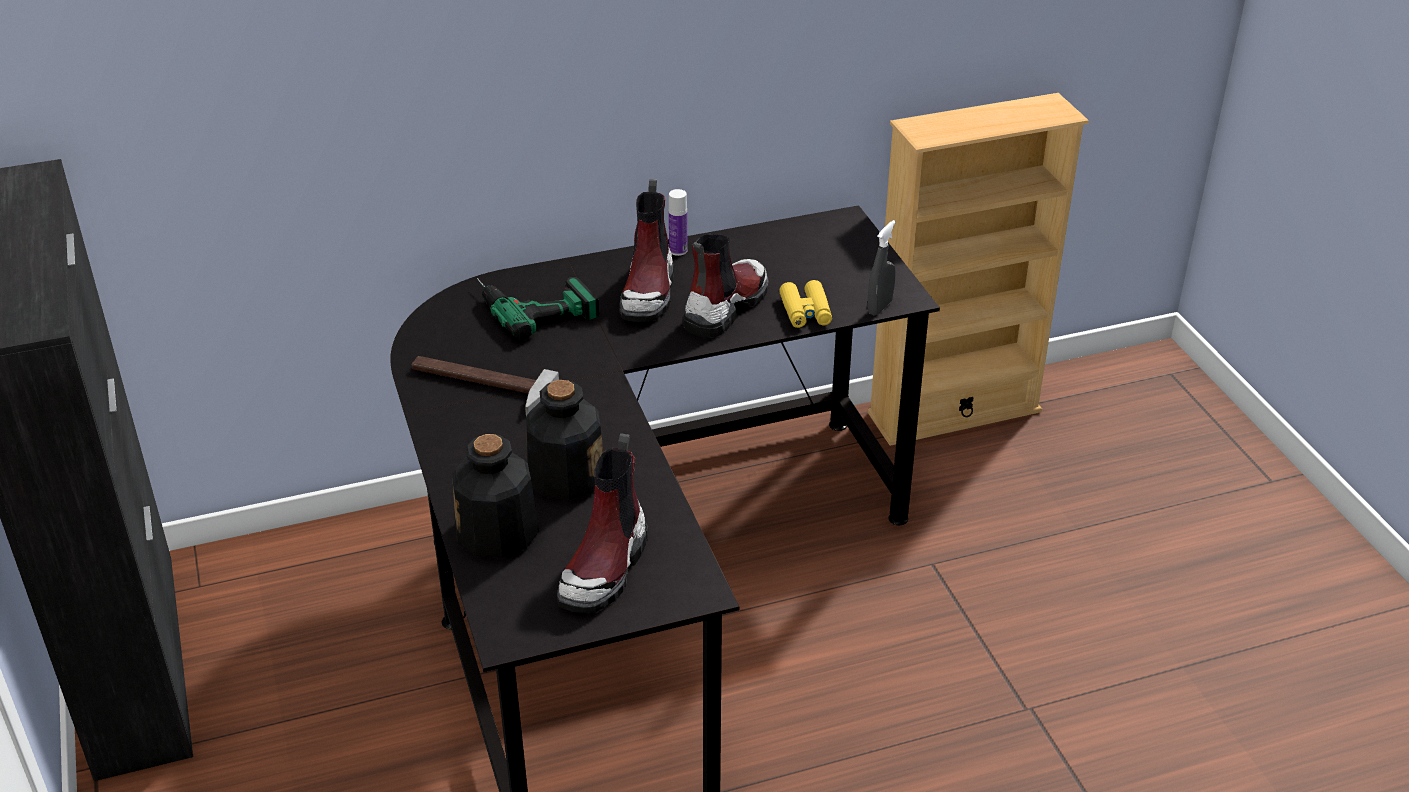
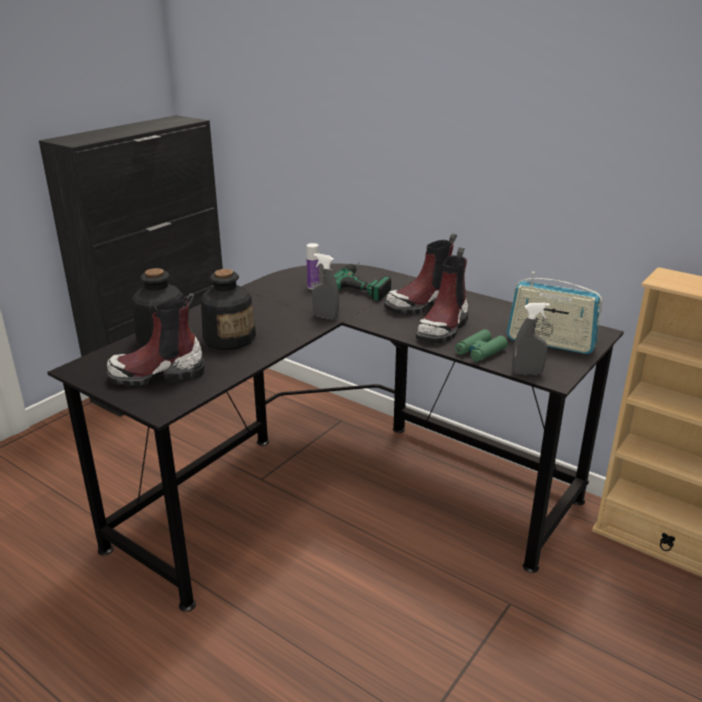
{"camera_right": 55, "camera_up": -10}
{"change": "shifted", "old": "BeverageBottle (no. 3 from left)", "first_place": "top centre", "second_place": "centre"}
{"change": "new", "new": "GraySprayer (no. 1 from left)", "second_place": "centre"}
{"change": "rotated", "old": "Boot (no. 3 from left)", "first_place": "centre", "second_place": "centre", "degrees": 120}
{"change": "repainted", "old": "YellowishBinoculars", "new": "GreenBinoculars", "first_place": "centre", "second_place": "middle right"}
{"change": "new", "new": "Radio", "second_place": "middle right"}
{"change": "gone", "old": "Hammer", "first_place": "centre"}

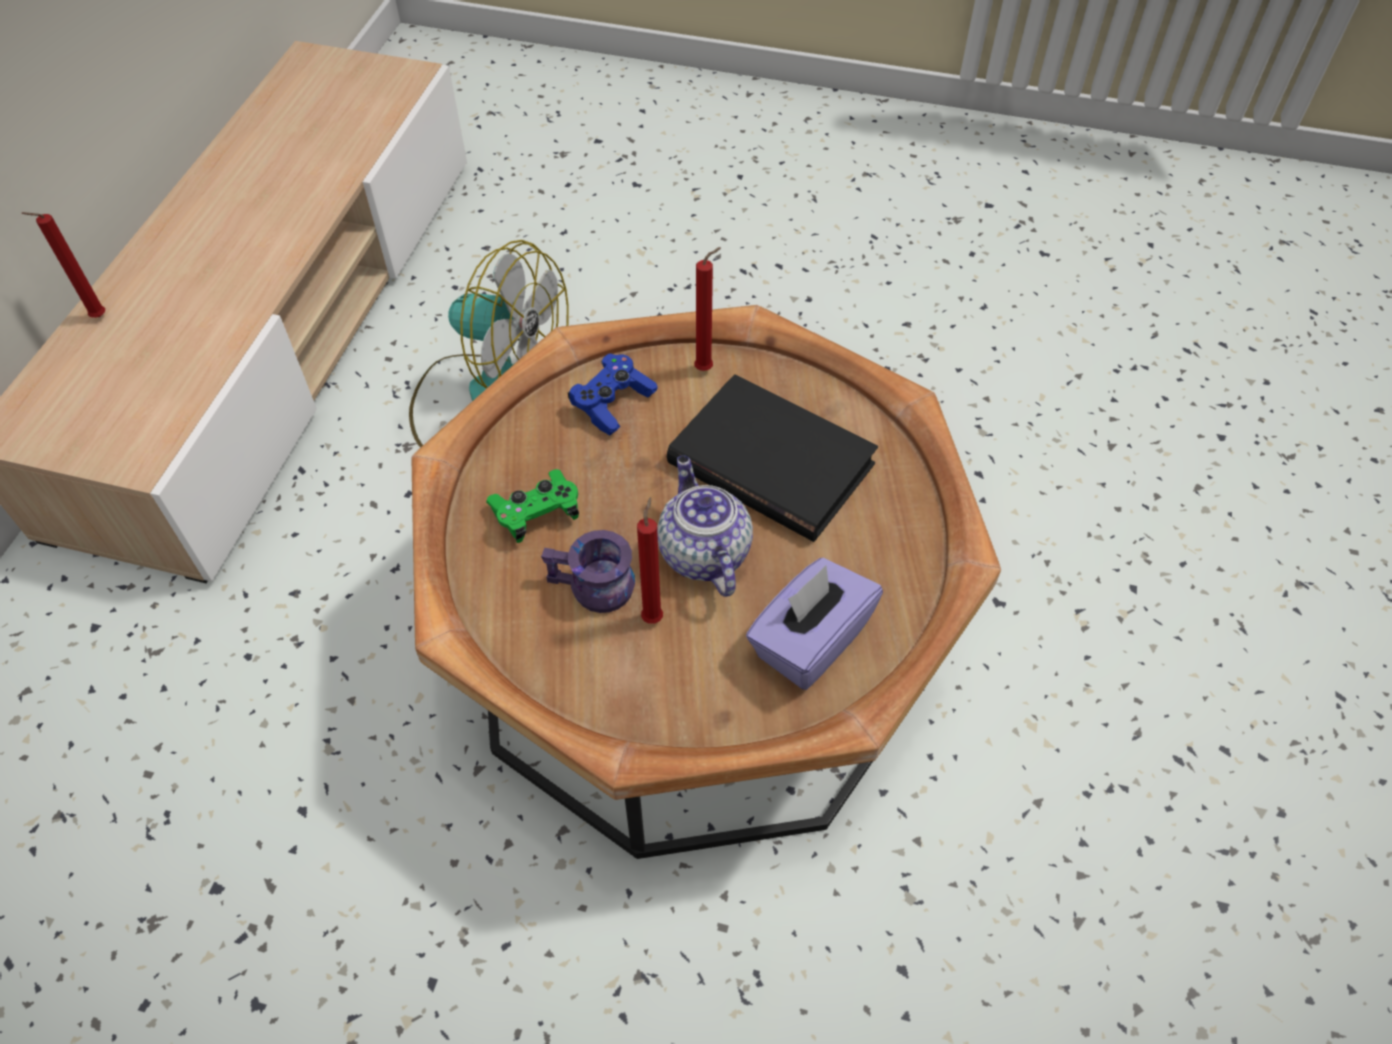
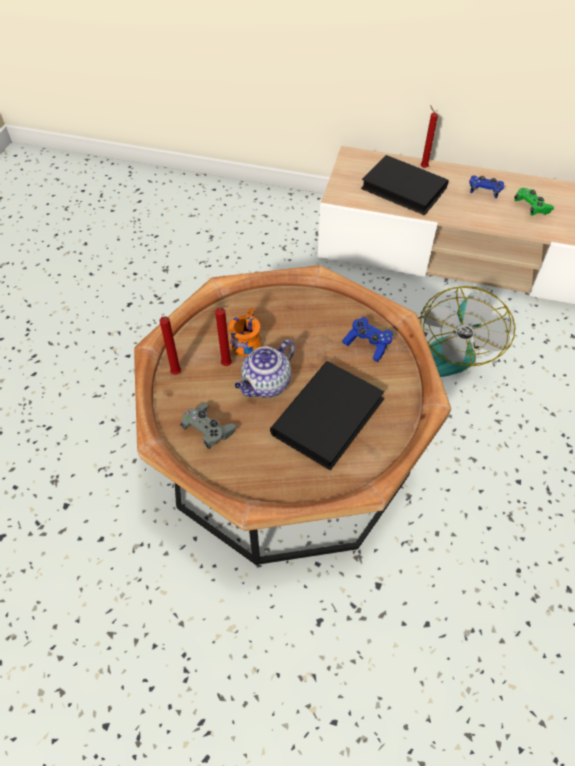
{"camera_right": 90, "camera_up": 0}
{"change": "shifted", "old": "ReddishCandle (no. 3 from left in the first image)", "new": "ReddishCandle (no. 1 from left)", "first_place": "top centre", "second_place": "middle left"}
{"change": "swapped", "old": "PurpleTissueBox", "new": "GrayGameController", "first_place": "centre", "second_place": "centre"}
{"change": "repainted", "old": "PurpleCoffeeMug", "new": "OrangeColouredCoffeeMug", "first_place": "centre", "second_place": "centre"}
{"change": "rotated", "old": "Teapot", "first_place": "centre", "second_place": "centre", "degrees": 150}
{"change": "new", "new": "BlackBook (no. 2 from left)", "second_place": "top right"}
{"change": "new", "new": "BlueGameController (no. 2 from left)", "second_place": "top right"}
{"change": "shifted", "old": "GreenGameController", "first_place": "centre", "second_place": "top right"}

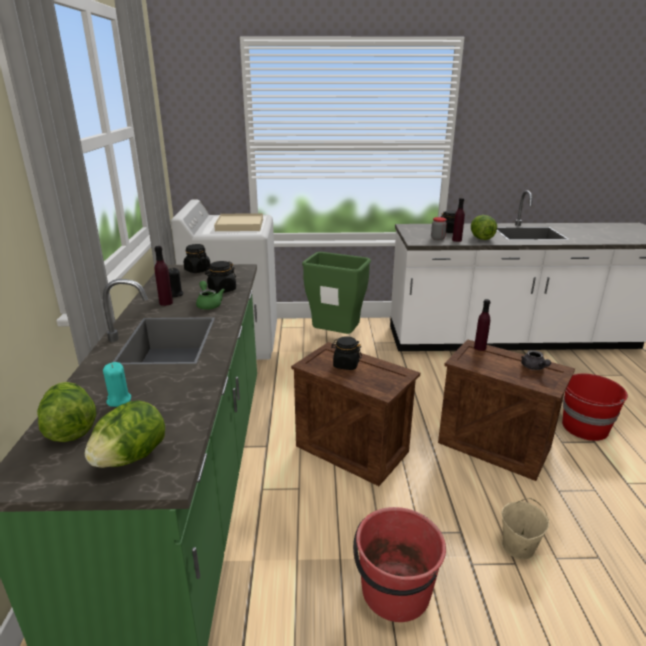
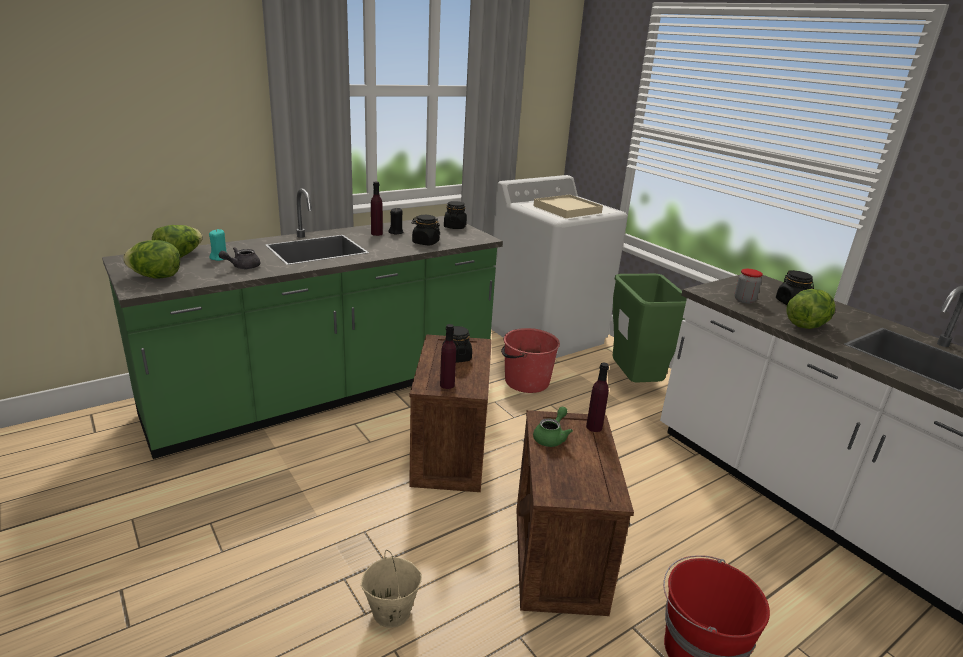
{"camera_right": 55, "camera_up": 0}
{"change": "shifted", "old": "GrayTeapot", "first_place": "middle right", "second_place": "middle left"}
{"change": "shifted", "old": "PurpleBeverageBottle (no. 2 from left)", "first_place": "middle right", "second_place": "centre"}
{"change": "shifted", "old": "ReddishWaterBucket (no. 1 from left)", "first_place": "bottom centre", "second_place": "centre"}
{"change": "shifted", "old": "GreenTeapot", "first_place": "middle left", "second_place": "centre"}

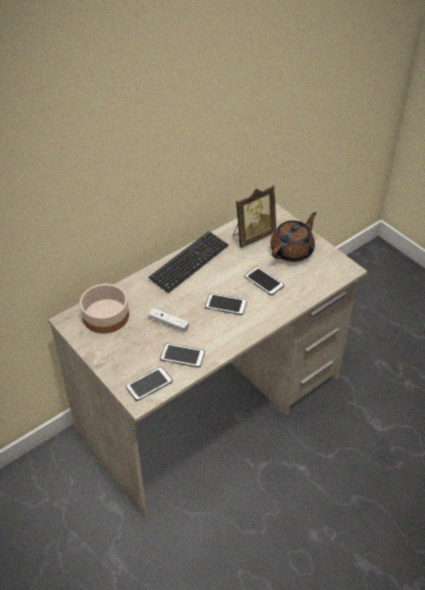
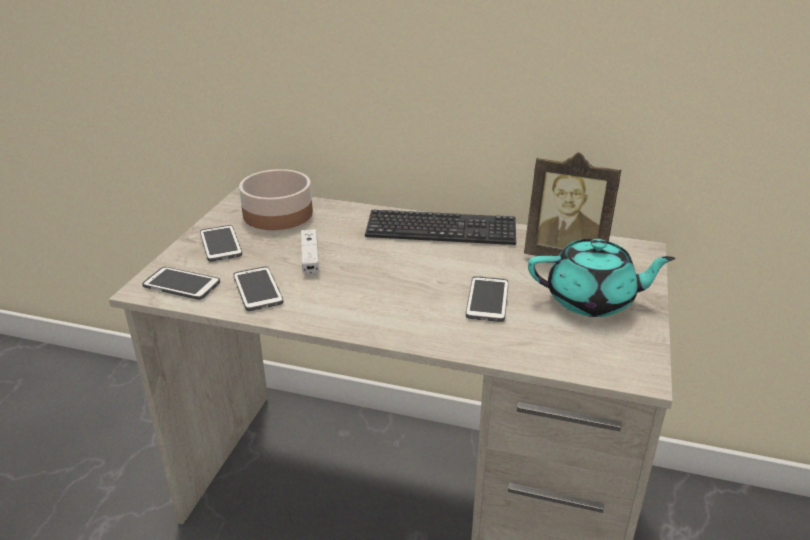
{"camera_right": 55, "camera_up": -15}
{"change": "shifted", "old": "Phone (no. 3 from left in the first image)", "new": "Phone (no. 2 from left)", "first_place": "centre", "second_place": "middle left"}
{"change": "repainted", "old": "BrownColouredTeapot", "new": "BlueGreenTeapot", "first_place": "middle right", "second_place": "middle right"}

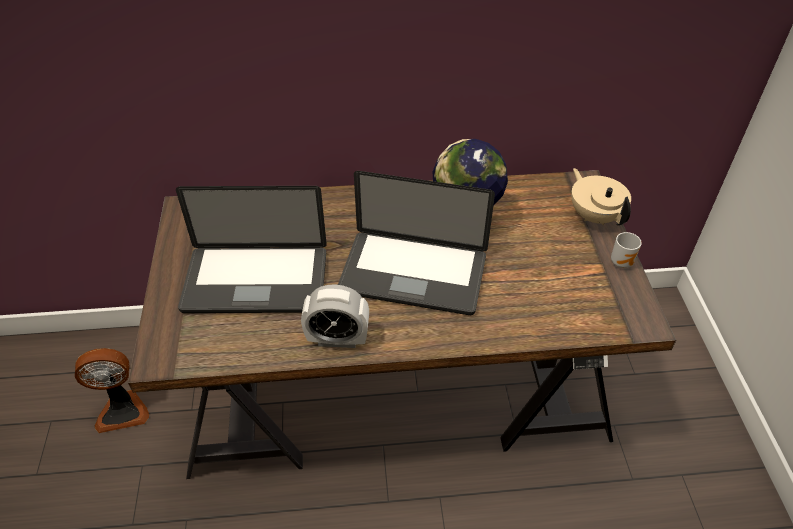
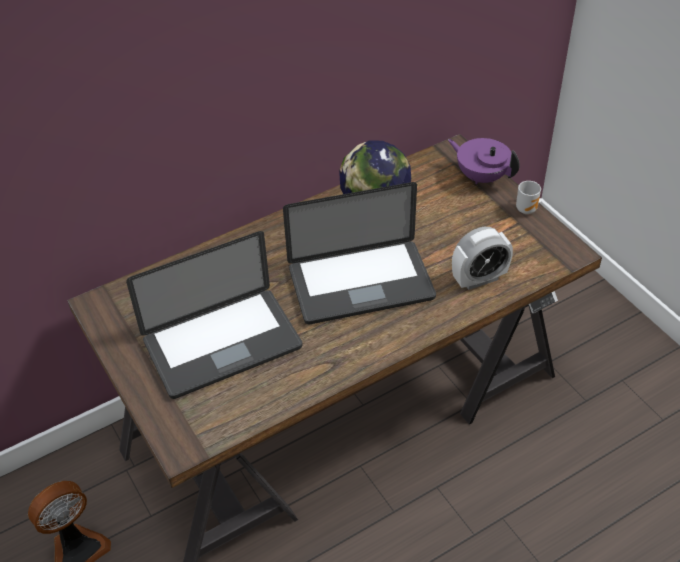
{"camera_right": -25, "camera_up": 0}
{"change": "repainted", "old": "SandColouredTeapot", "new": "PurpleTeapot", "first_place": "middle right", "second_place": "top right"}
{"change": "shifted", "old": "TableClock", "first_place": "centre", "second_place": "middle right"}

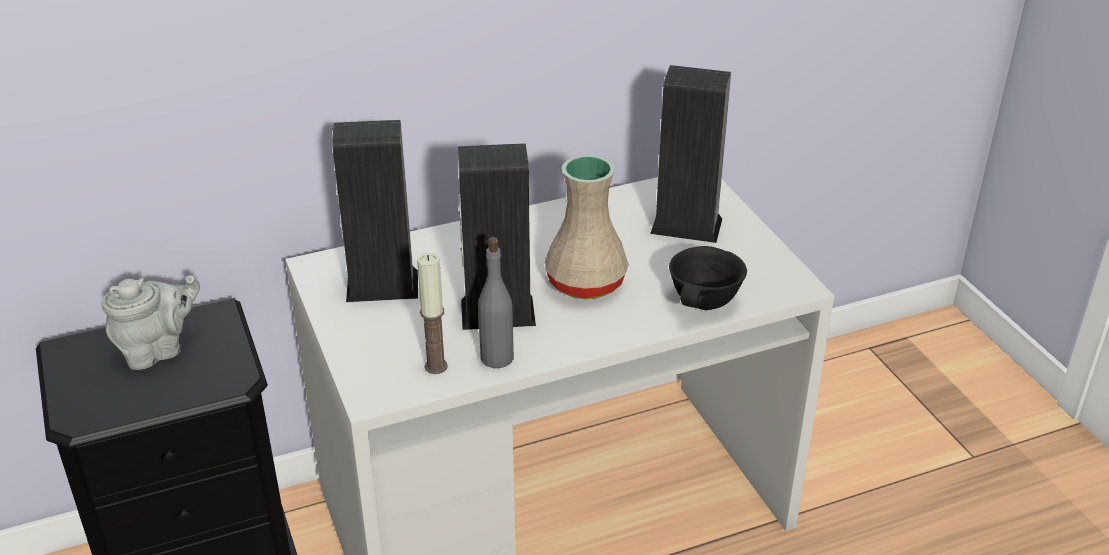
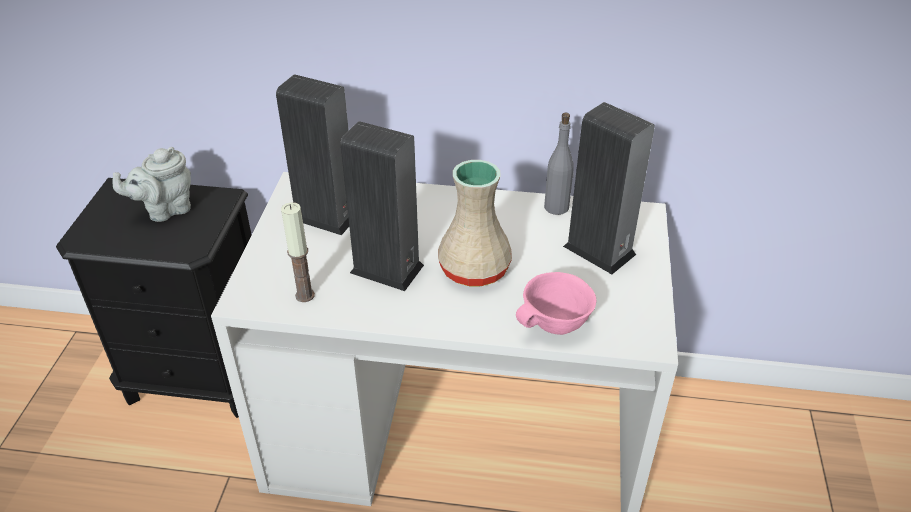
{"camera_right": 30, "camera_up": 5}
{"change": "rotated", "old": "GrayTeapot", "first_place": "middle left", "second_place": "middle left", "degrees": 150}
{"change": "repainted", "old": "BlackBowl", "new": "PinkBowl", "first_place": "centre", "second_place": "centre"}
{"change": "shifted", "old": "GrayBeverageBottle", "first_place": "centre", "second_place": "top centre"}

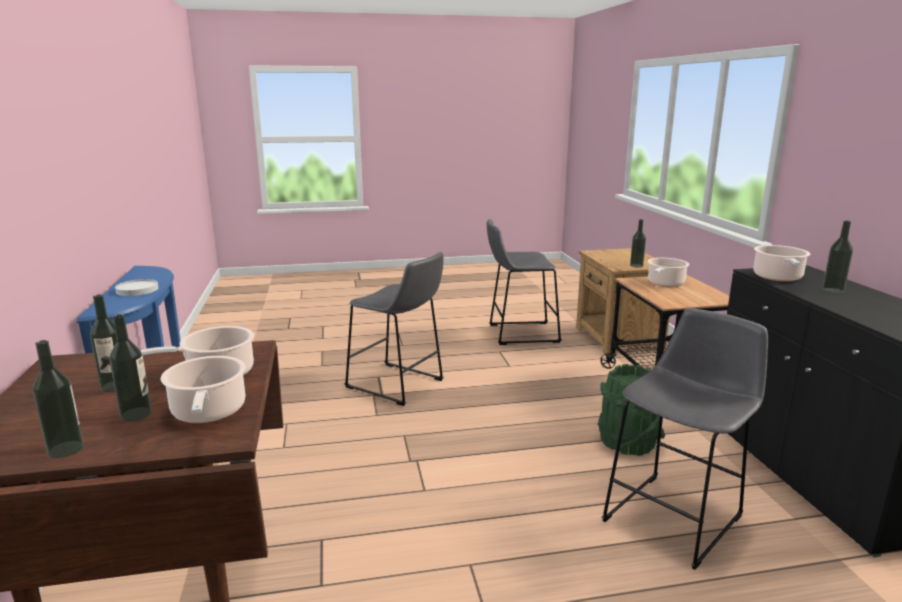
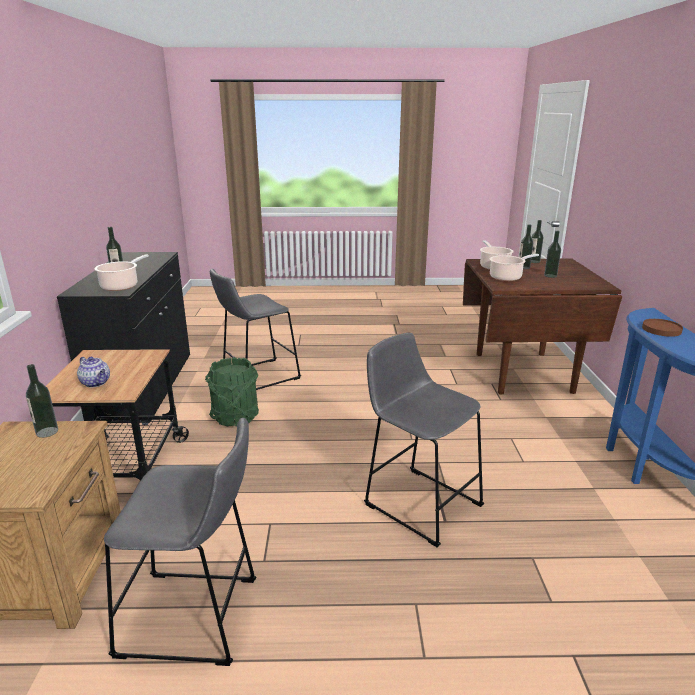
{"camera_right": -170, "camera_up": 5}
{"change": "swapped", "old": "Saucepot (no. 3 from left)", "new": "Teapot", "first_place": "middle right", "second_place": "middle left"}
{"change": "repainted", "old": "WhitishDinnerPlate", "new": "BrownColouredDinnerPlate", "first_place": "middle left", "second_place": "middle right"}

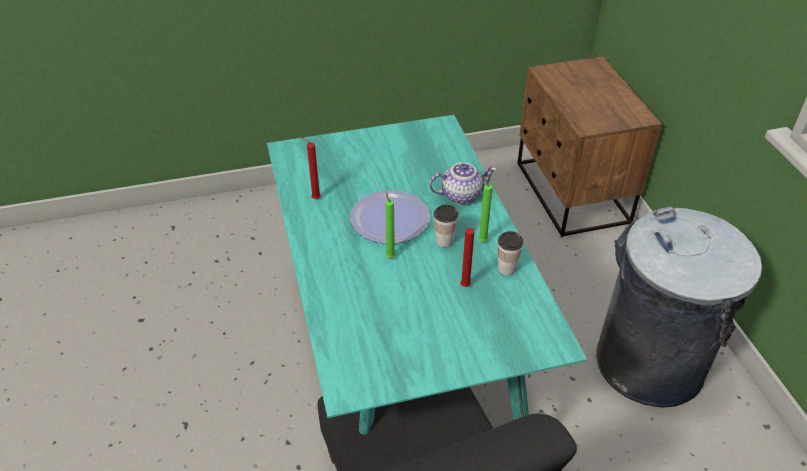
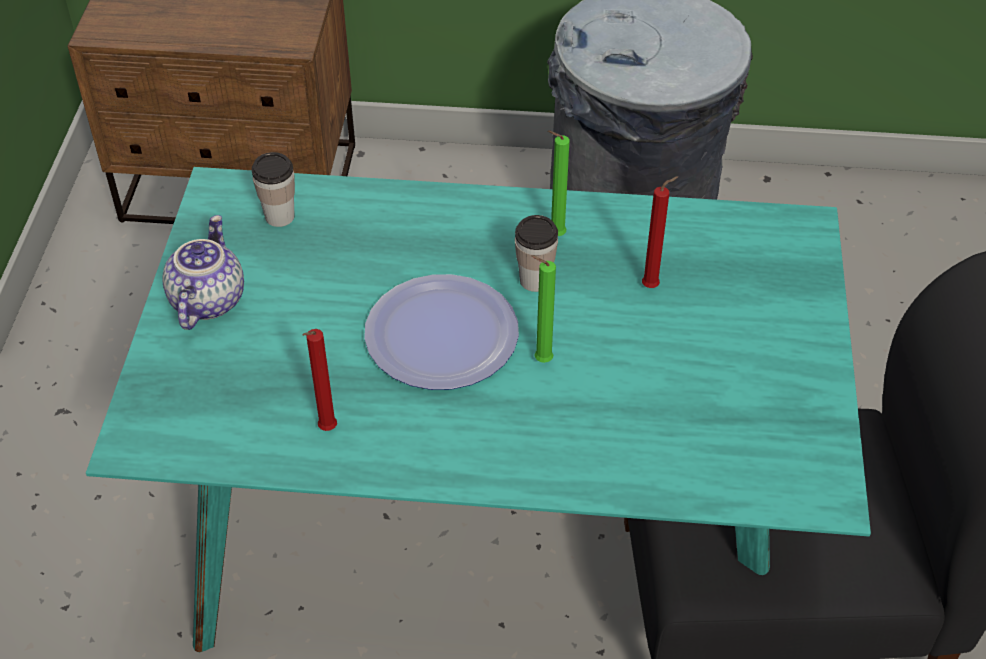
{"camera_right": -70, "camera_up": 5}
{"change": "shifted", "old": "Teapot", "first_place": "centre", "second_place": "middle left"}
{"change": "shifted", "old": "DrinkingCup (no. 2 from left in the first image)", "new": "DrinkingCup (no. 1 from left)", "first_place": "centre", "second_place": "top left"}

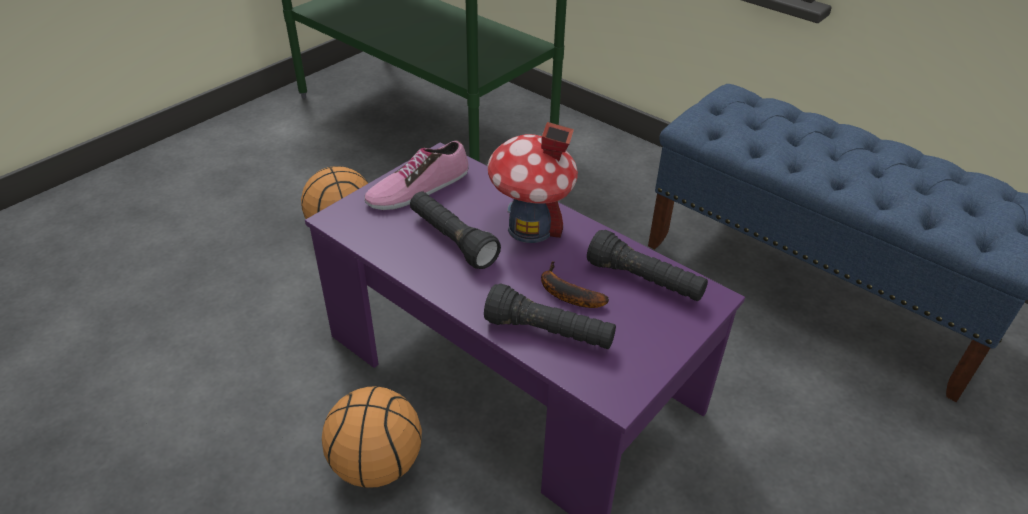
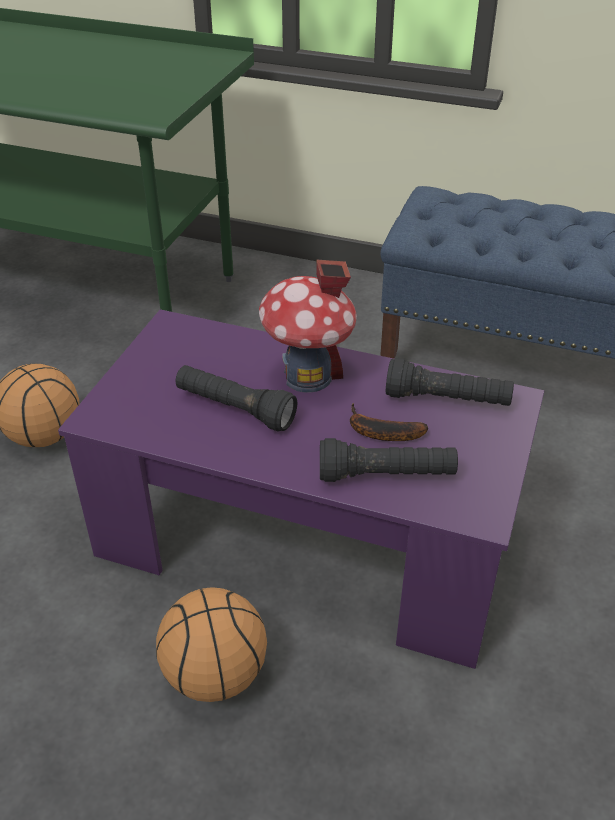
{"camera_right": -20, "camera_up": 0}
{"change": "gone", "old": "LowShoe", "first_place": "centre"}

